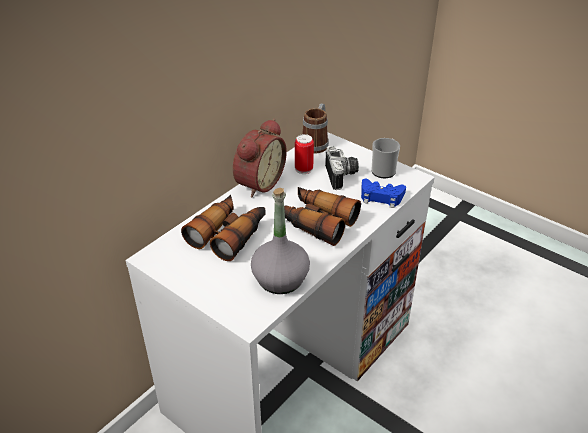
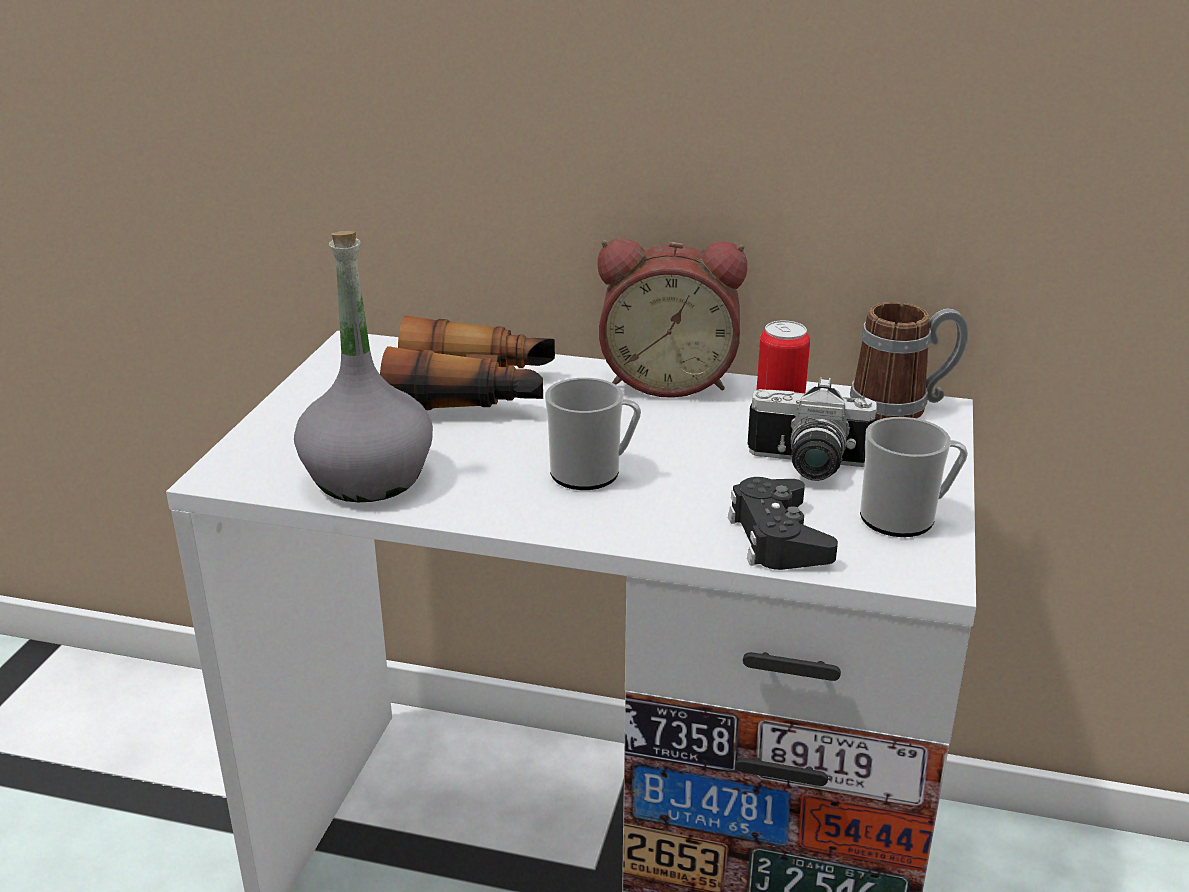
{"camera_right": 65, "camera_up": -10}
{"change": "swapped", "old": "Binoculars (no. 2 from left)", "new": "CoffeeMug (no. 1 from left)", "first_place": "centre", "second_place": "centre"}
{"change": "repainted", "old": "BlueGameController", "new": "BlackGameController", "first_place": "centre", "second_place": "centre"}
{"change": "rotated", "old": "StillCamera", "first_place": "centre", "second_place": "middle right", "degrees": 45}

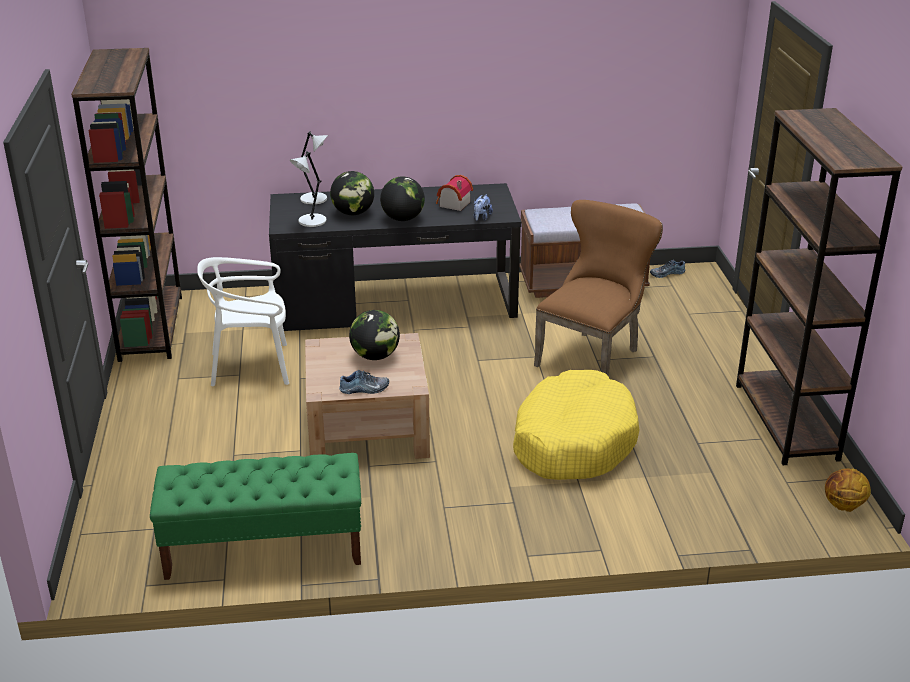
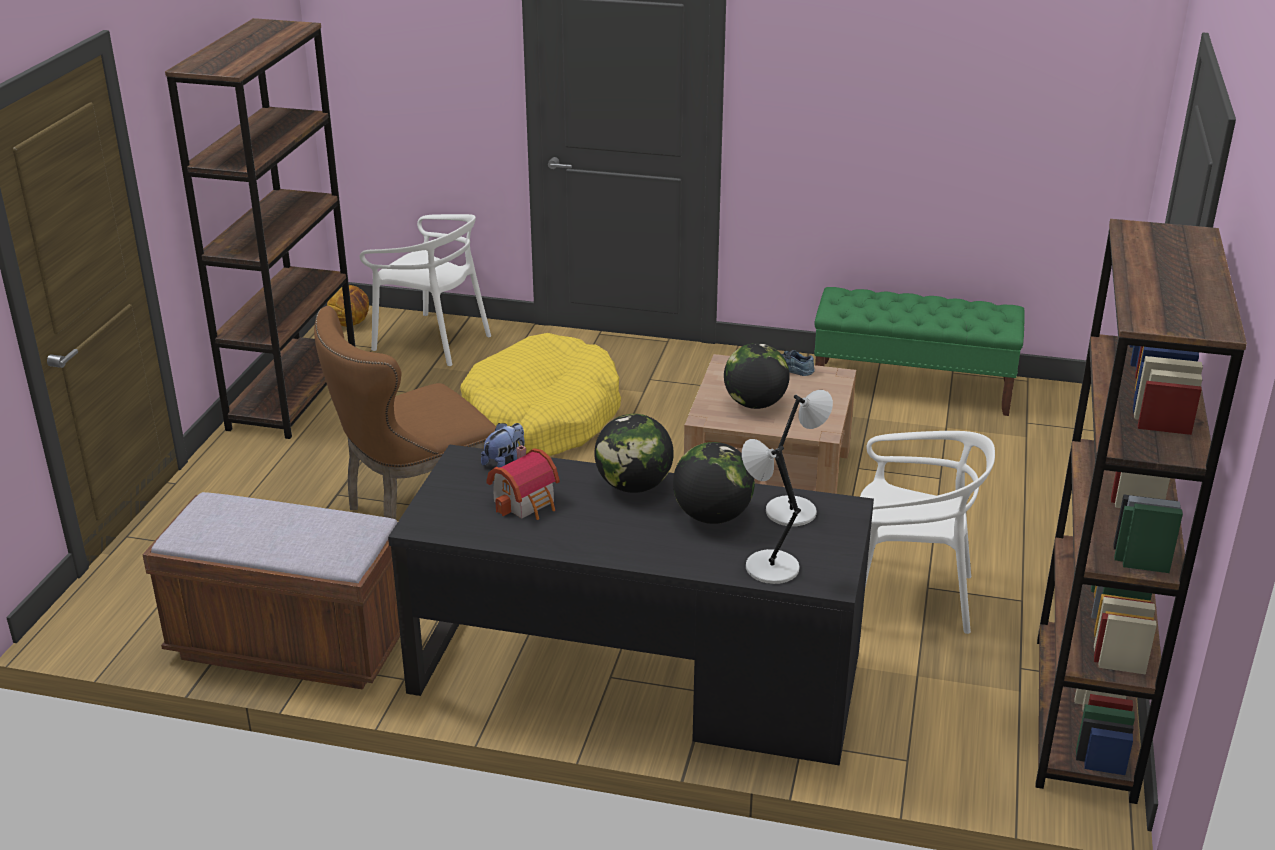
{"camera_right": -160, "camera_up": 0}
{"change": "new", "new": "WhitishChair (no. 1 from left)", "second_place": "centre"}
{"change": "gone", "old": "LowShoe (no. 2 from left)", "first_place": "middle right"}

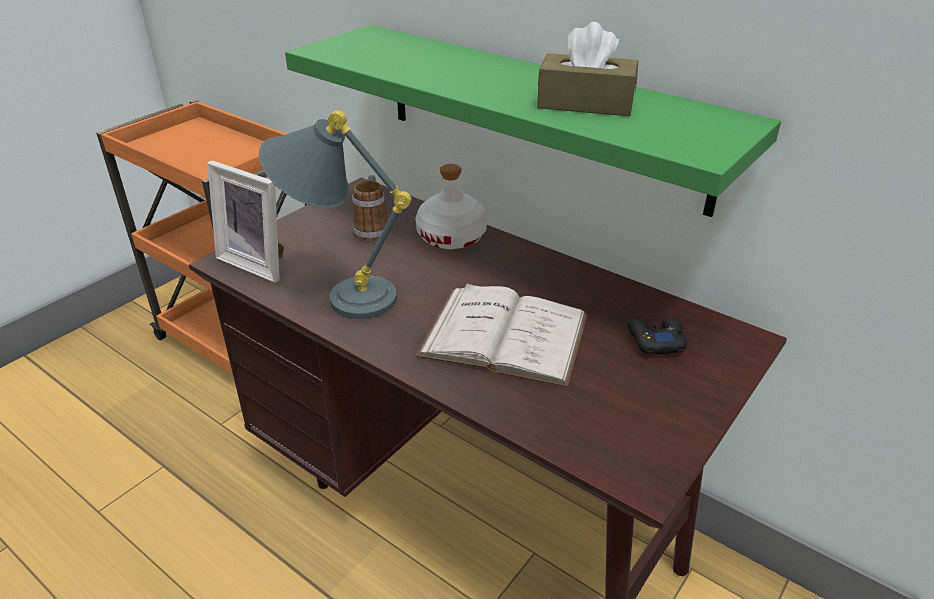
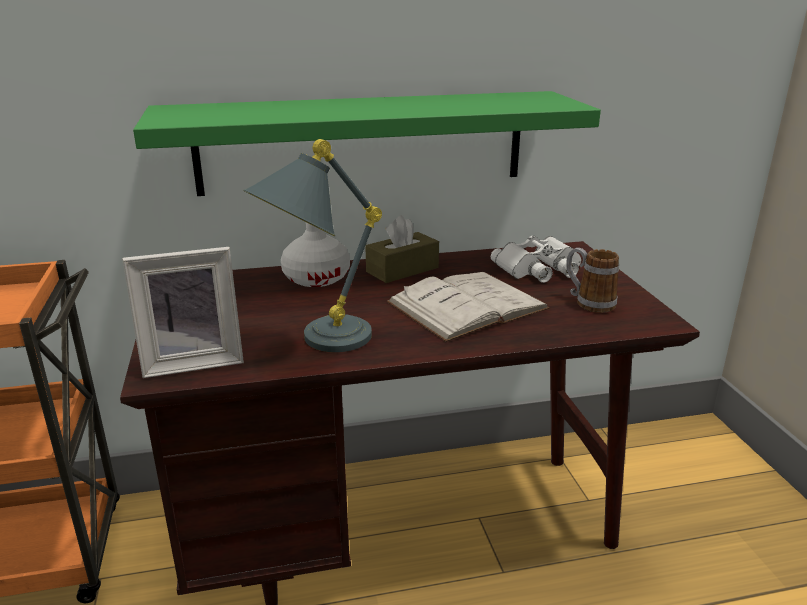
{"camera_right": -50, "camera_up": -10}
{"change": "shifted", "old": "BrownColouredTissueBox", "first_place": "top centre", "second_place": "centre"}
{"change": "swapped", "old": "BlackGameController", "new": "WhitishBinoculars", "first_place": "middle right", "second_place": "centre"}
{"change": "shifted", "old": "CoffeeMug", "first_place": "centre", "second_place": "middle right"}

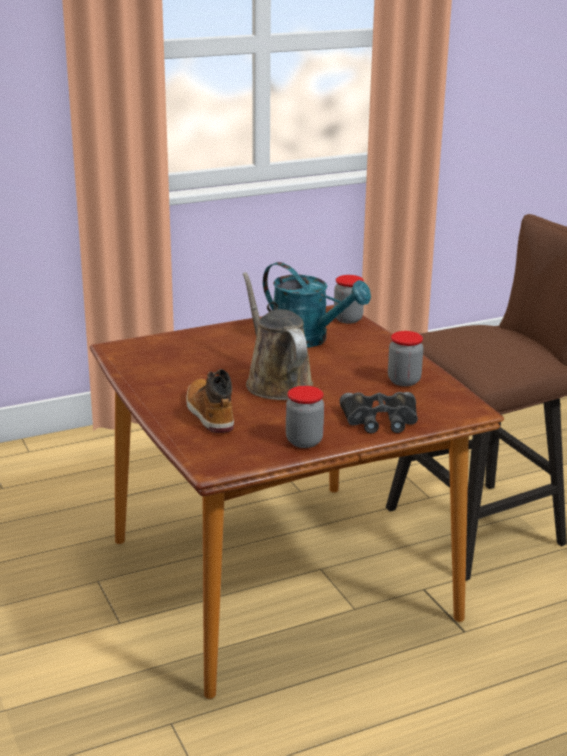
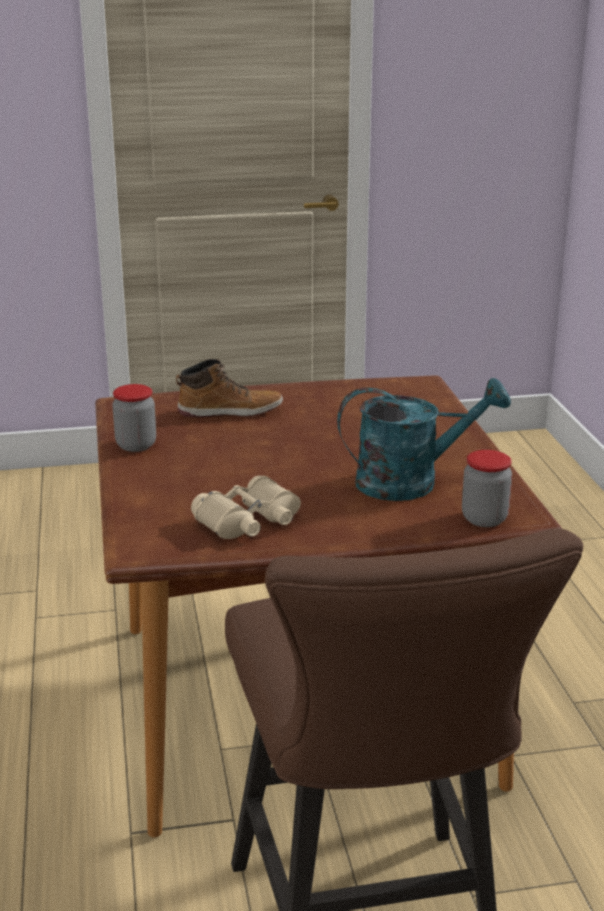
{"camera_right": 105, "camera_up": 0}
{"change": "swapped", "old": "Jar (no. 3 from left)", "new": "SandColouredBinoculars", "first_place": "middle right", "second_place": "centre"}
{"change": "rotated", "old": "BlueGreenWateringPot", "first_place": "centre", "second_place": "middle right", "degrees": -150}
{"change": "gone", "old": "BrownColouredWateringPot", "first_place": "centre"}
{"change": "gone", "old": "BlackBinoculars", "first_place": "middle right"}

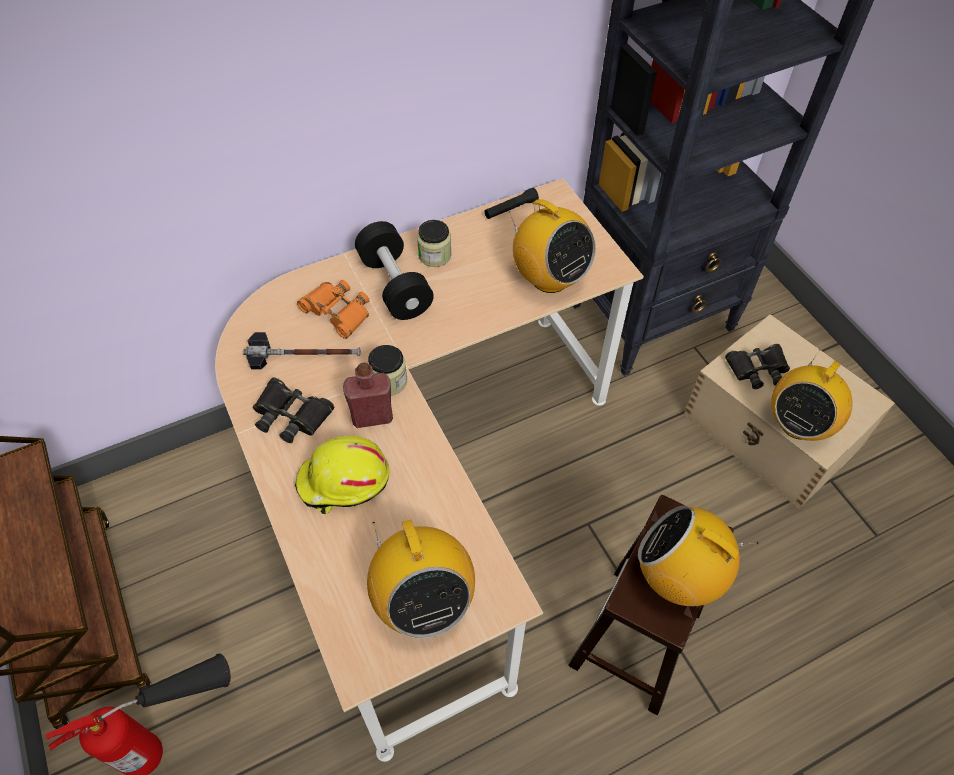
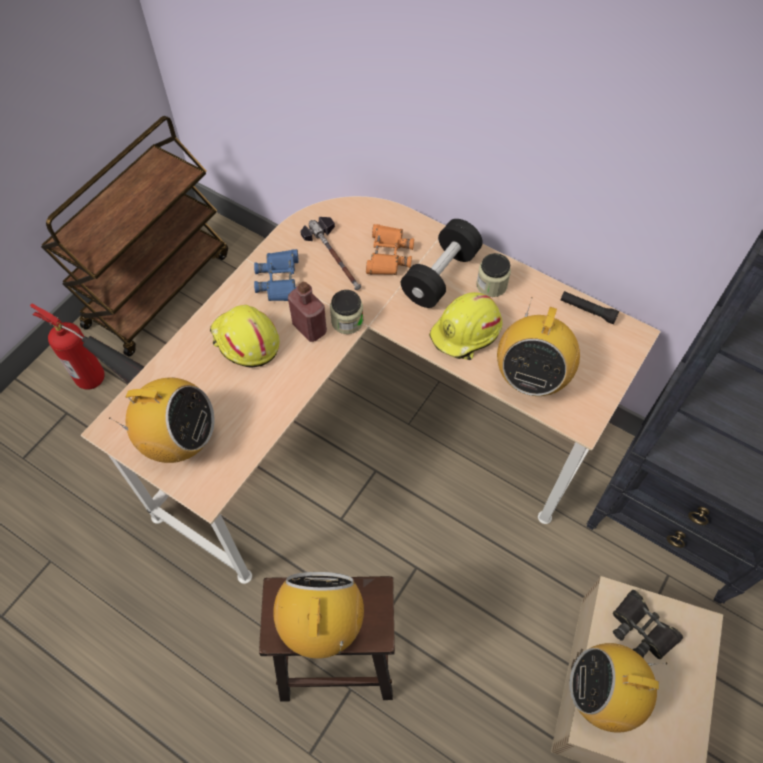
{"camera_right": 60, "camera_up": 5}
{"change": "rotated", "old": "Radio (no. 1 from left)", "first_place": "bottom centre", "second_place": "middle left", "degrees": -120}
{"change": "repainted", "old": "BlackBinoculars (no. 1 from left)", "new": "BlueBinoculars", "first_place": "middle left", "second_place": "centre"}
{"change": "new", "new": "YellowishWorkHelmet (no. 2 from left)", "second_place": "centre"}

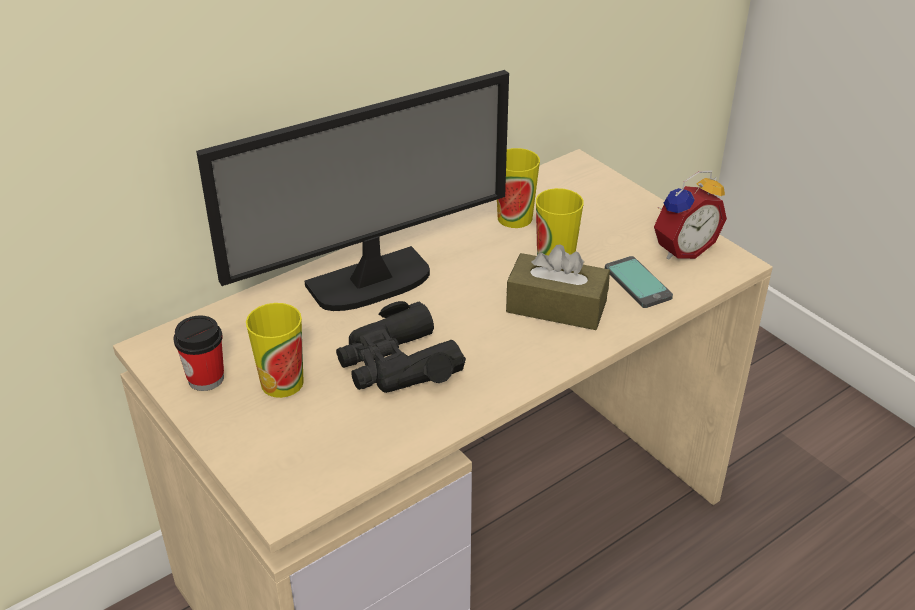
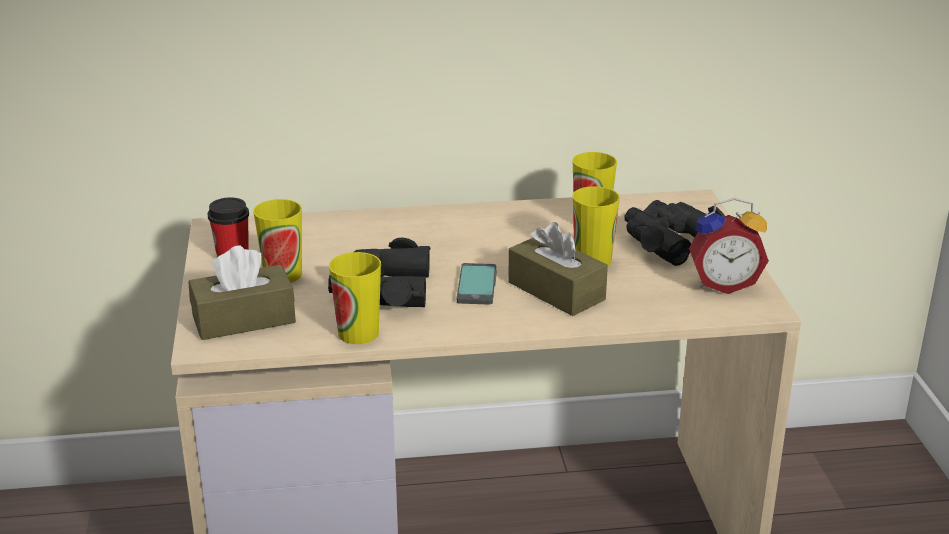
{"camera_right": 30, "camera_up": -10}
{"change": "new", "new": "BrownColouredTissueBox (no. 1 from left)", "second_place": "middle left"}
{"change": "new", "new": "DrinkingCup (no. 3 from left)", "second_place": "centre"}
{"change": "shifted", "old": "Phone", "first_place": "middle right", "second_place": "centre"}
{"change": "new", "new": "BlackBinoculars (no. 2 from left)", "second_place": "middle right"}
{"change": "gone", "old": "ComputerDisplay", "first_place": "top centre"}

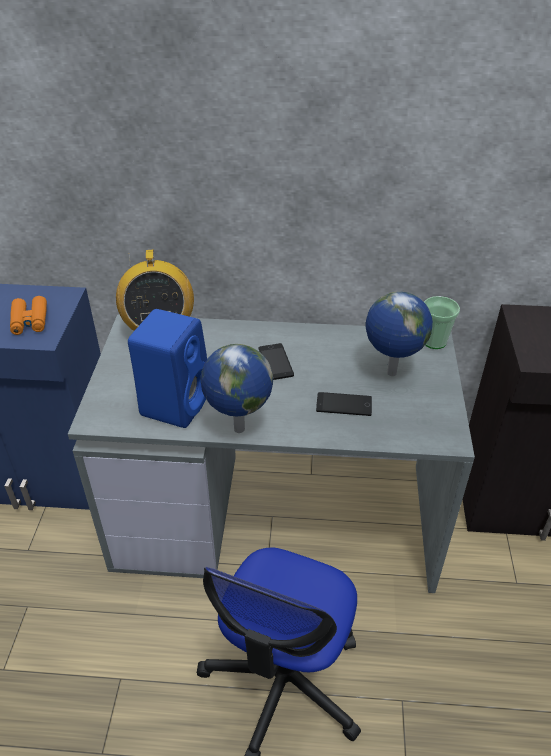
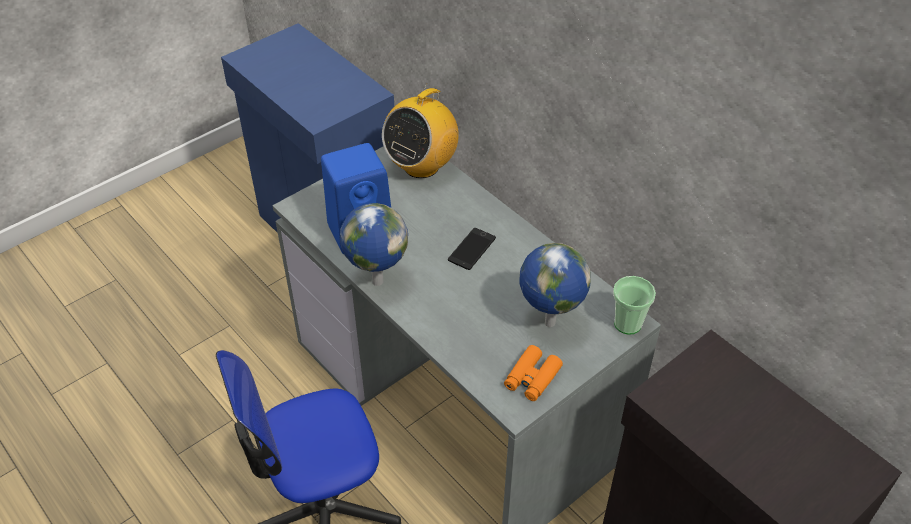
{"camera_right": 45, "camera_up": 5}
{"change": "shifted", "old": "OrangeColouredBinoculars", "first_place": "middle left", "second_place": "bottom centre"}
{"change": "gone", "old": "Phone (no. 2 from left)", "first_place": "centre"}

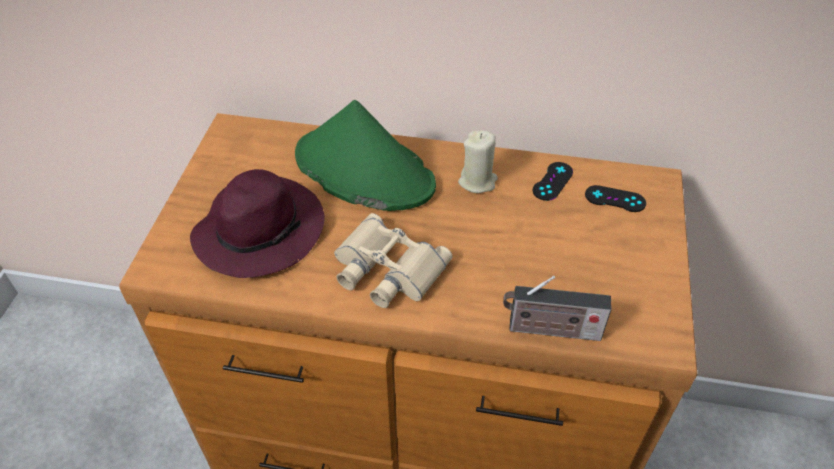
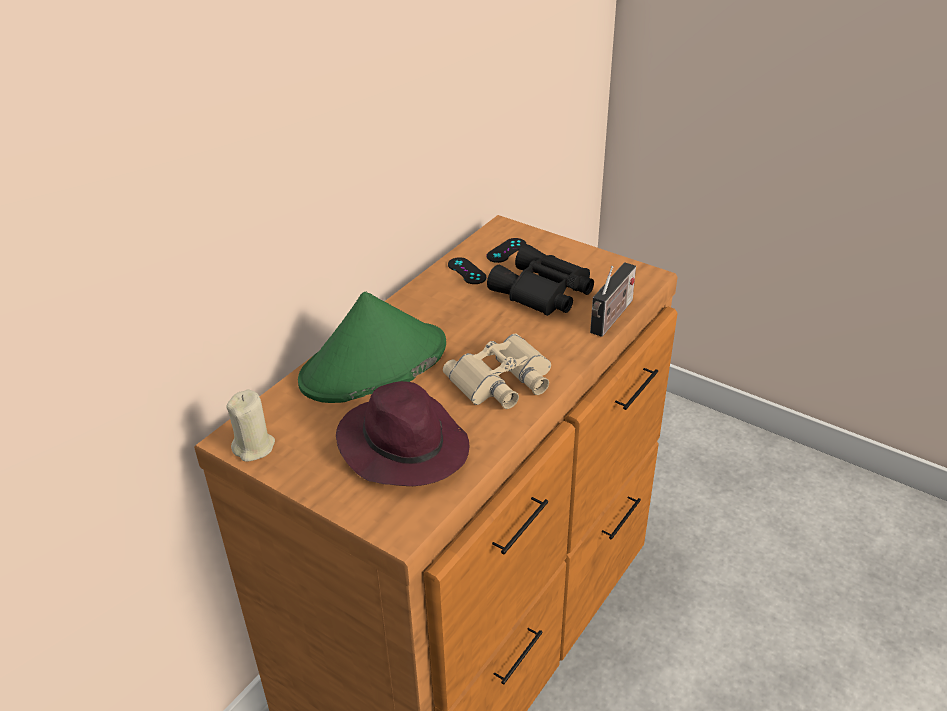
{"camera_right": -65, "camera_up": -10}
{"change": "shifted", "old": "SandColouredCandle", "first_place": "centre", "second_place": "middle left"}
{"change": "new", "new": "BlackBinoculars", "second_place": "centre"}

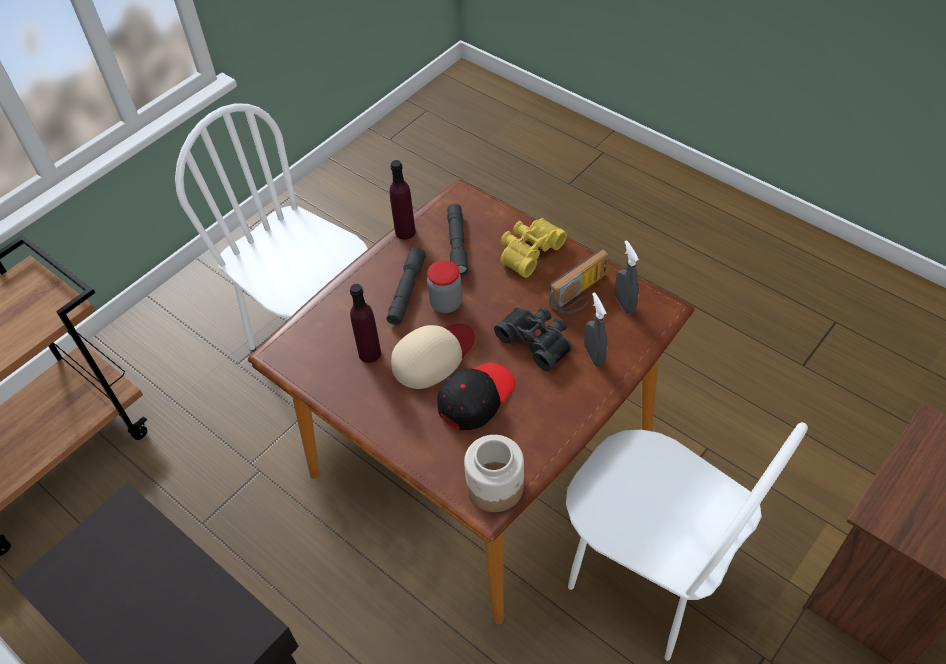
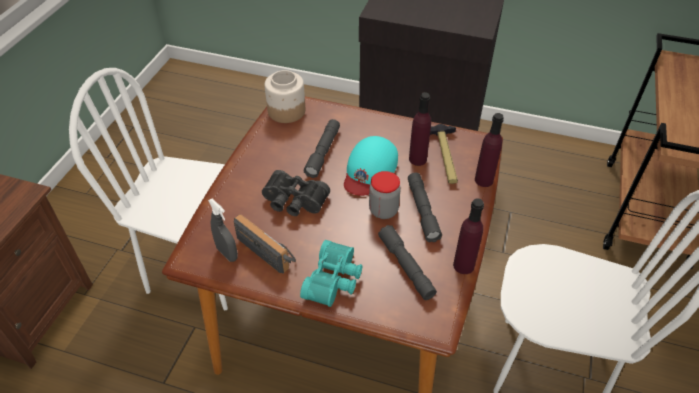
{"camera_right": 155, "camera_up": -5}
{"change": "rotated", "old": "Radio", "first_place": "centre", "second_place": "centre", "degrees": 105}
{"change": "repainted", "old": "YellowishBinoculars", "new": "BlueGreenBinoculars", "first_place": "centre", "second_place": "bottom centre"}
{"change": "swapped", "old": "BlackBaseballCap", "new": "GrayFlashlight (no. 1 from left)", "first_place": "centre", "second_place": "centre"}
{"change": "repainted", "old": "SandColouredBaseballCap", "new": "BlueGreenBaseballCap", "first_place": "centre", "second_place": "centre"}
{"change": "new", "new": "Hammer", "second_place": "centre"}
{"change": "new", "new": "PurpleBeverageBottle (no. 3 from left)", "second_place": "middle right"}
{"change": "gone", "old": "GraySprayer (no. 1 from left)", "first_place": "centre"}

